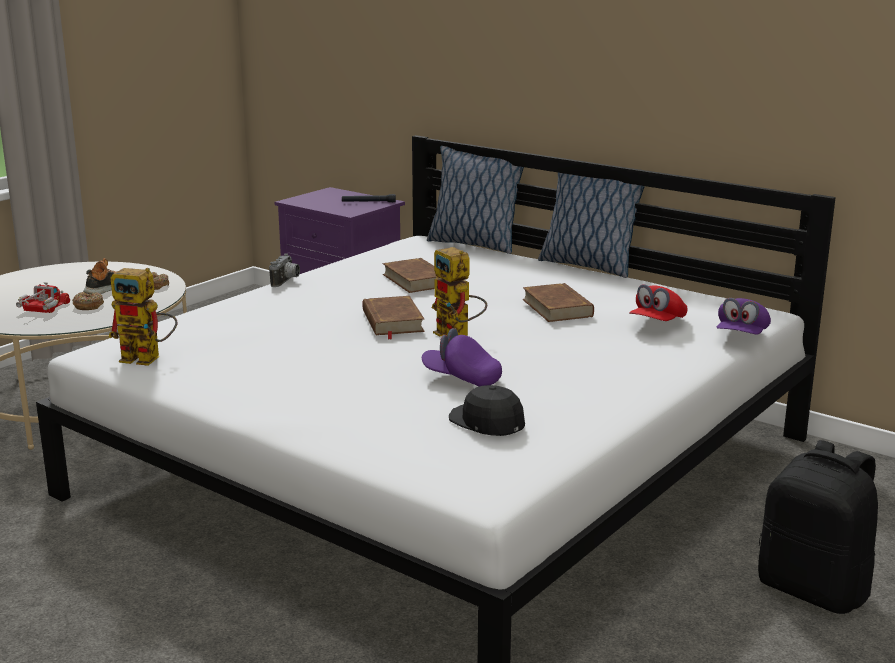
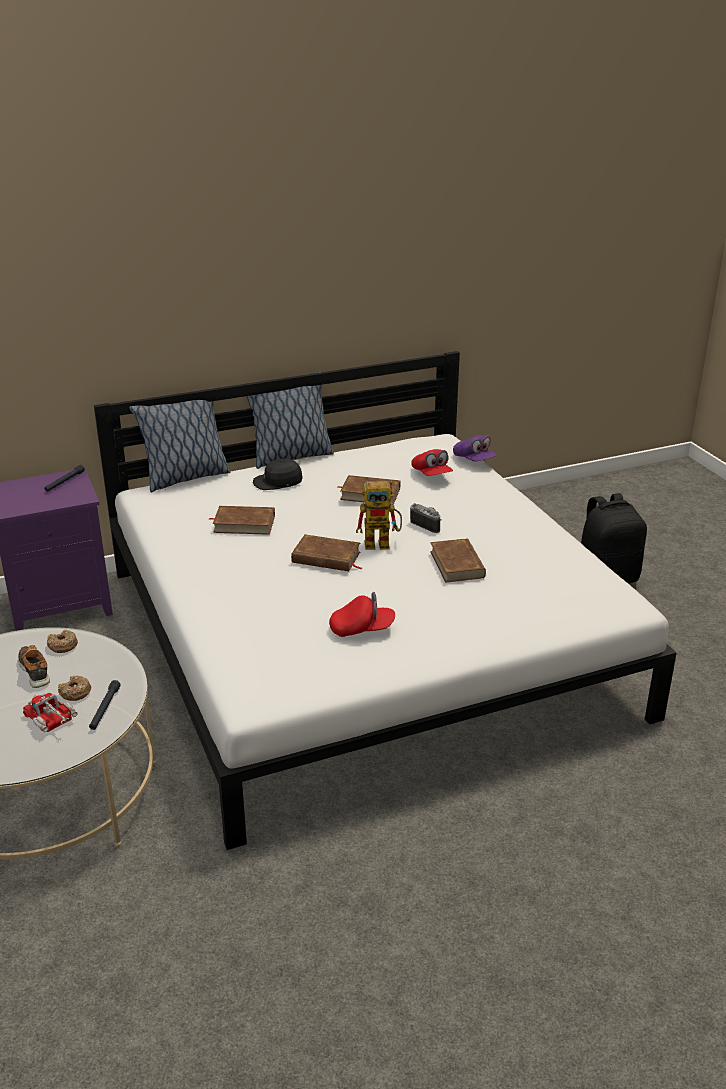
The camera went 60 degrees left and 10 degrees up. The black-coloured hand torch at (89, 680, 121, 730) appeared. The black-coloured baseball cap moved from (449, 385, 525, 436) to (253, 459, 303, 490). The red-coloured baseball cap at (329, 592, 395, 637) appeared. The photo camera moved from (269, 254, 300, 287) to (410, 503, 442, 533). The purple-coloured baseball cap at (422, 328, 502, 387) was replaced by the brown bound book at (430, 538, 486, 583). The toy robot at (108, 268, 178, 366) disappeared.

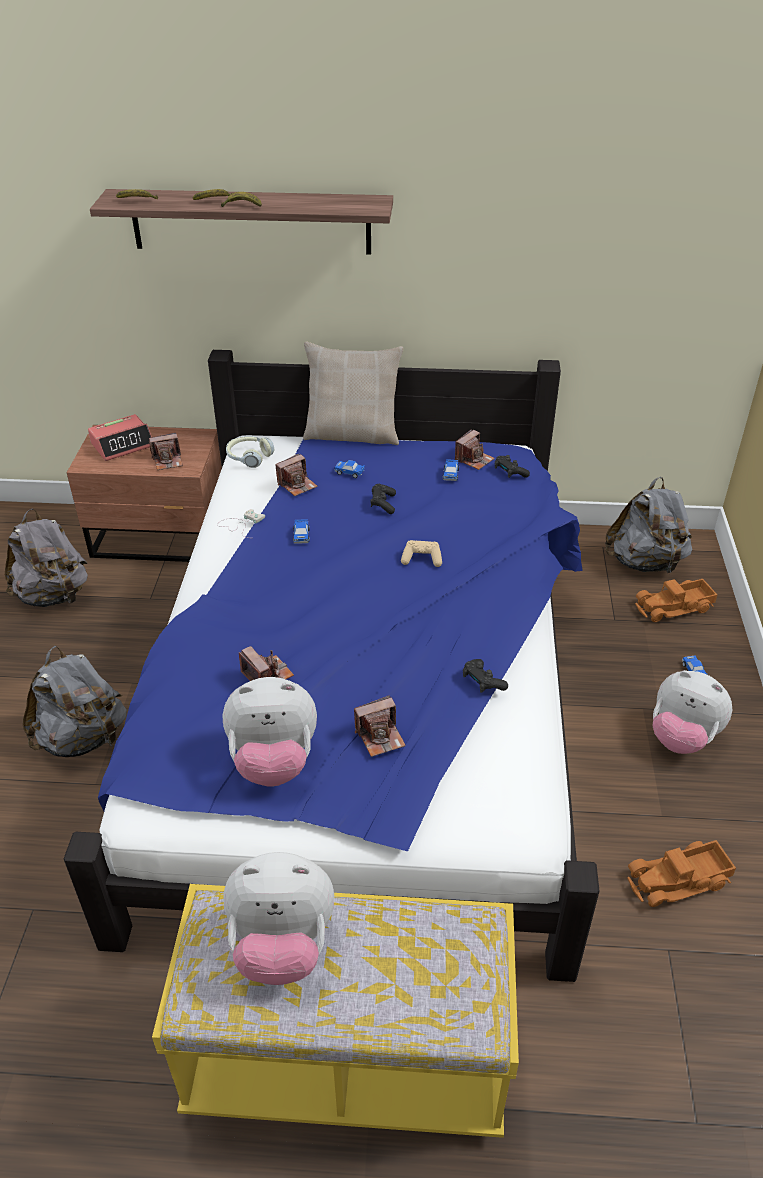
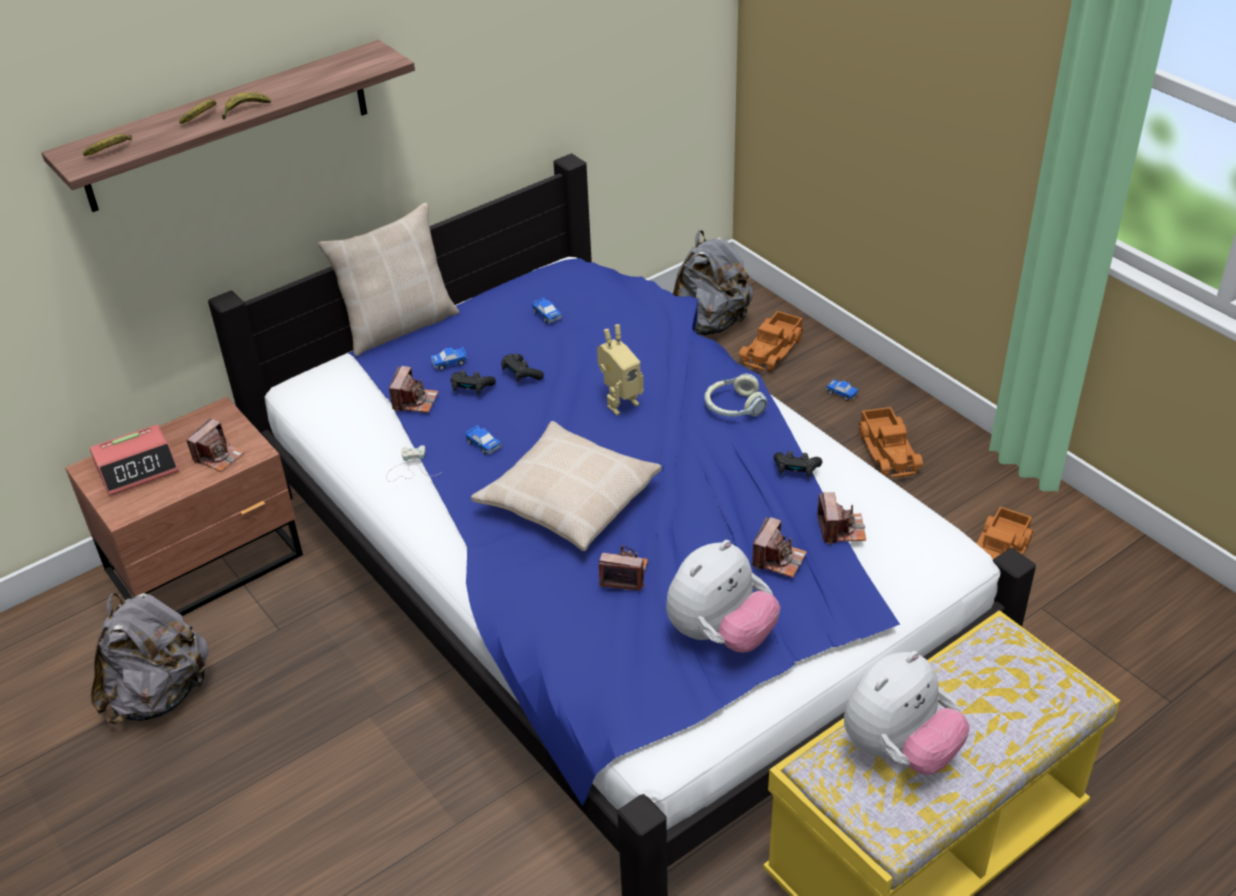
The camera went 40 degrees left and 0 degrees up. The table clock at (88, 414, 152, 461) turned 45 degrees clockwise. The black-coloured game controller moved from (495, 455, 530, 478) to (451, 370, 496, 395). The sand-coloured throw pillow at (471, 421, 662, 551) appeared. The sand-coloured game controller at (401, 540, 442, 567) was replaced by the toy robot at (597, 324, 644, 415). The headphones moved from (226, 436, 274, 468) to (704, 374, 767, 417). The photo camera moved from (455, 429, 495, 470) to (817, 492, 866, 545). The plush toy at (653, 670, 732, 754) was replaced by the toy truck at (857, 407, 923, 477). The gray backpack at (23, 646, 127, 757) disappeared.

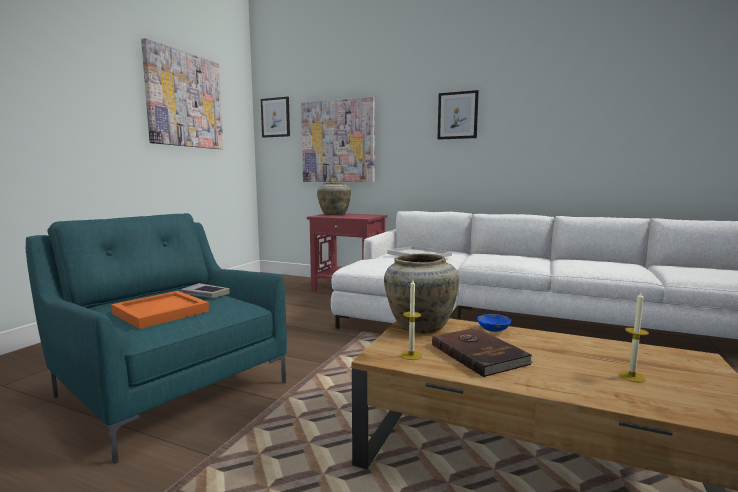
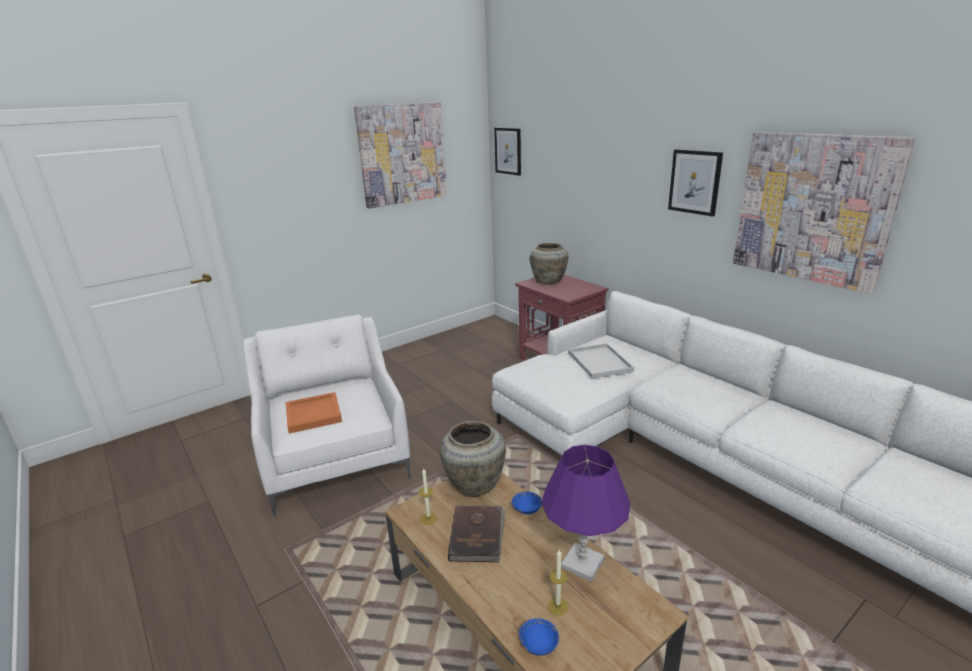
The camera went 30 degrees right and 15 degrees up. The turquoise-coloured lounge chair at (26, 213, 287, 464) became the white lounge chair at (244, 315, 411, 516). The blue-coloured bowl at (519, 618, 559, 656) appeared. The purple-coloured tabletop lamp at (541, 444, 630, 581) appeared. The picture moved from (301, 97, 375, 182) to (733, 132, 916, 294). The bound book at (181, 283, 230, 298) disappeared.

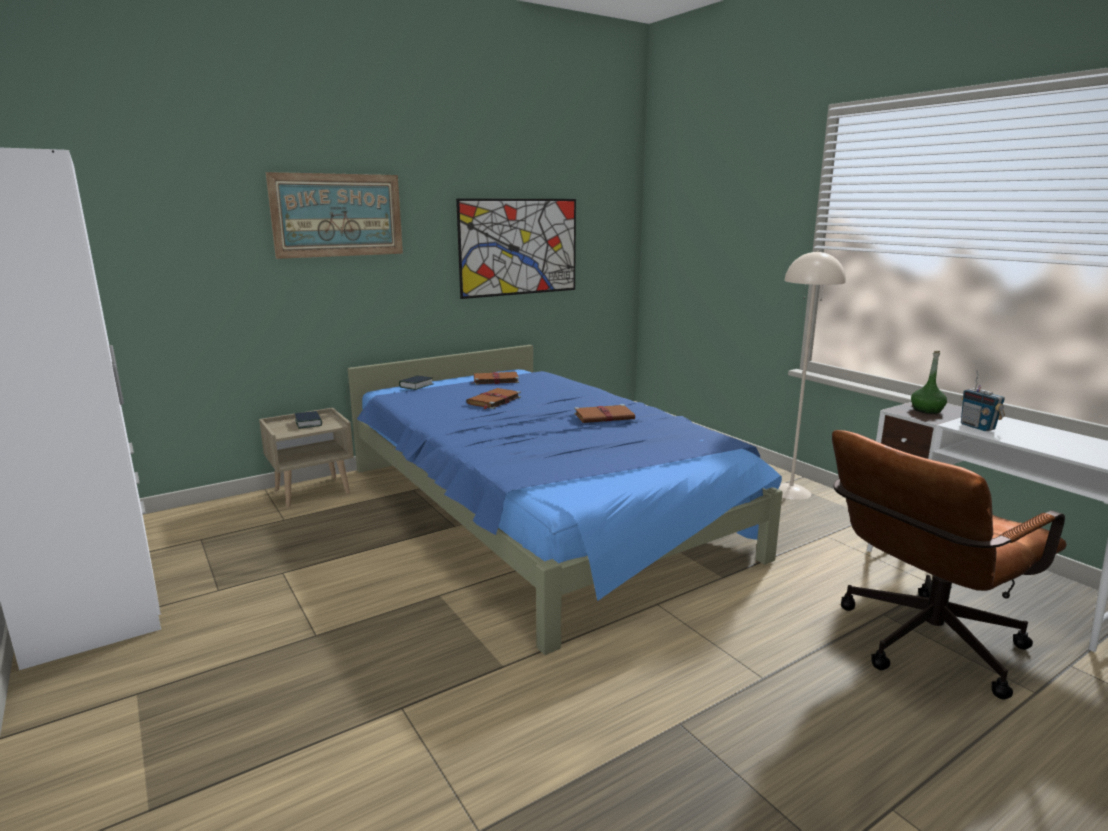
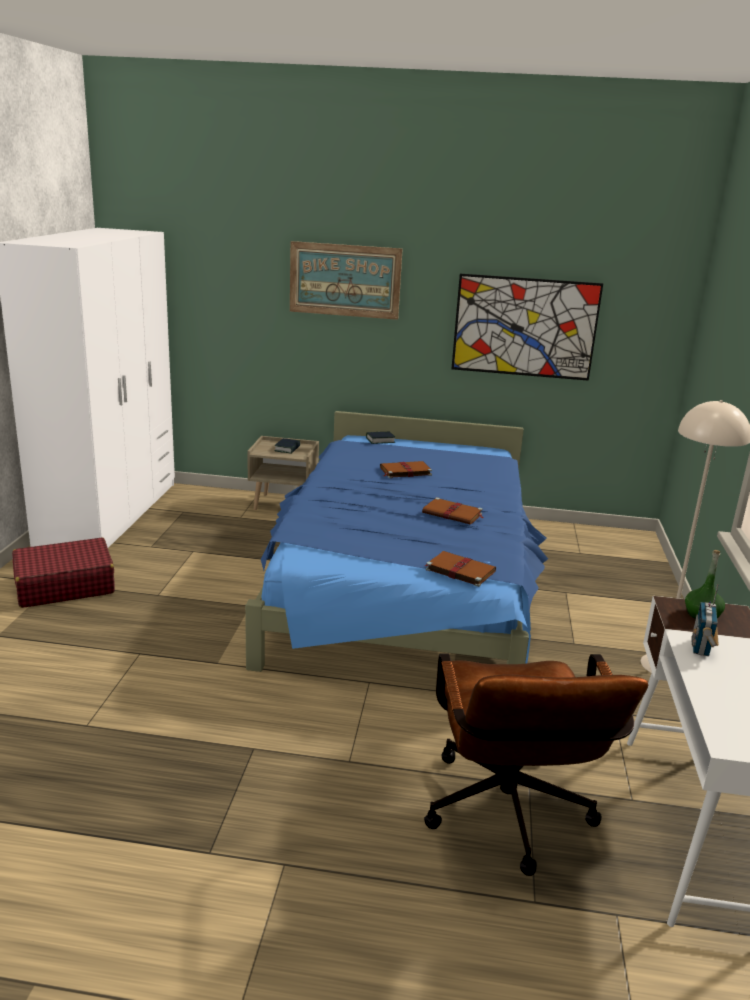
The camera went 40 degrees right and 5 degrees up. The red-coloured travel case at (12, 537, 115, 608) appeared. The brown bound book moved from (471, 372, 519, 385) to (424, 551, 496, 587). The brown office chair at (832, 430, 1067, 699) turned 105 degrees counterclockwise.

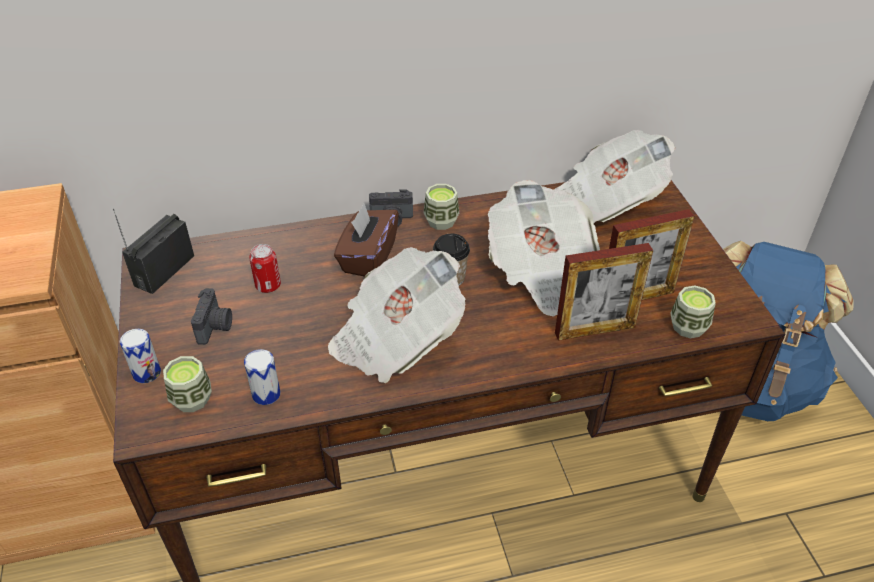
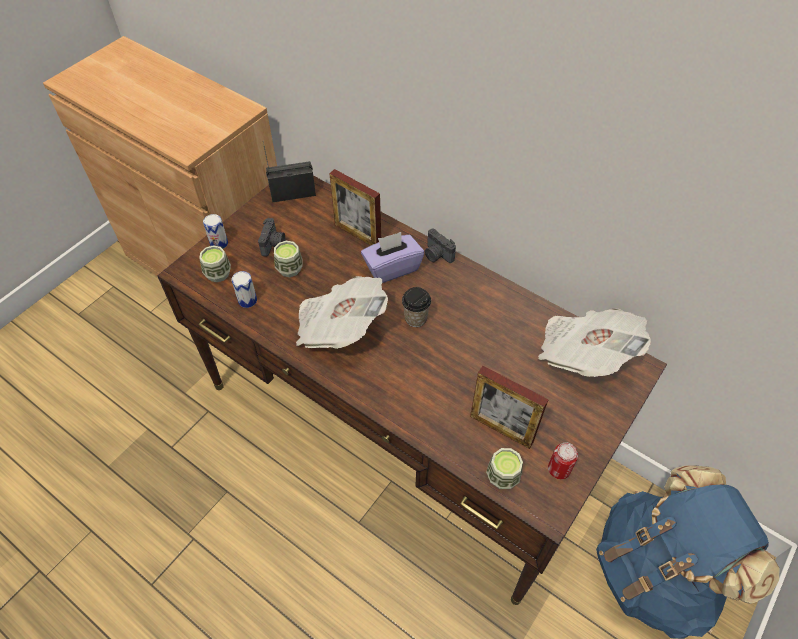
The camera went 50 degrees right and 10 degrees up. The photo camera at (191, 288, 232, 345) turned 45 degrees counterclockwise. The small cup moved from (423, 184, 459, 230) to (274, 241, 303, 277). The standing frame moved from (555, 243, 653, 341) to (329, 169, 381, 246). The brown box of tissues at (334, 204, 399, 276) became the purple-coloured box of tissues at (361, 232, 424, 283). The can moved from (249, 244, 281, 293) to (548, 443, 578, 479). The printed paper at (488, 180, 600, 317) disappeared.

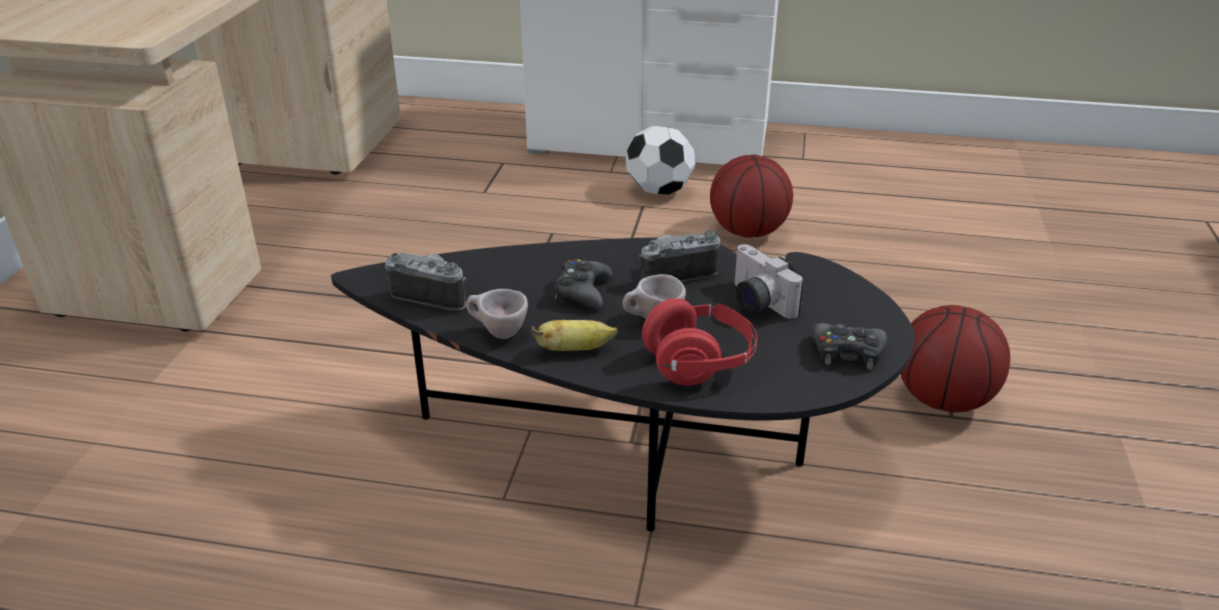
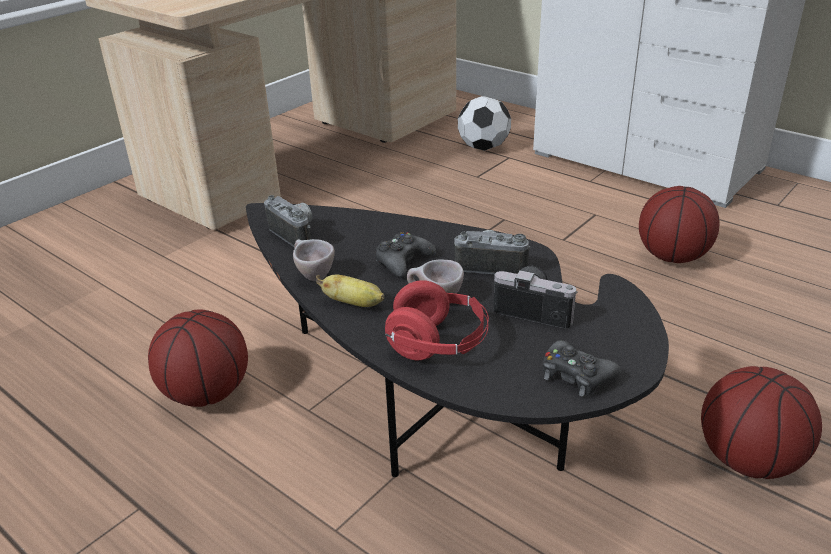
The camera went 30 degrees right and 0 degrees up. The basketball at (148, 310, 248, 407) appeared. The football moved from (626, 125, 696, 195) to (458, 96, 511, 151). The photo camera at (735, 244, 804, 319) turned 120 degrees clockwise.

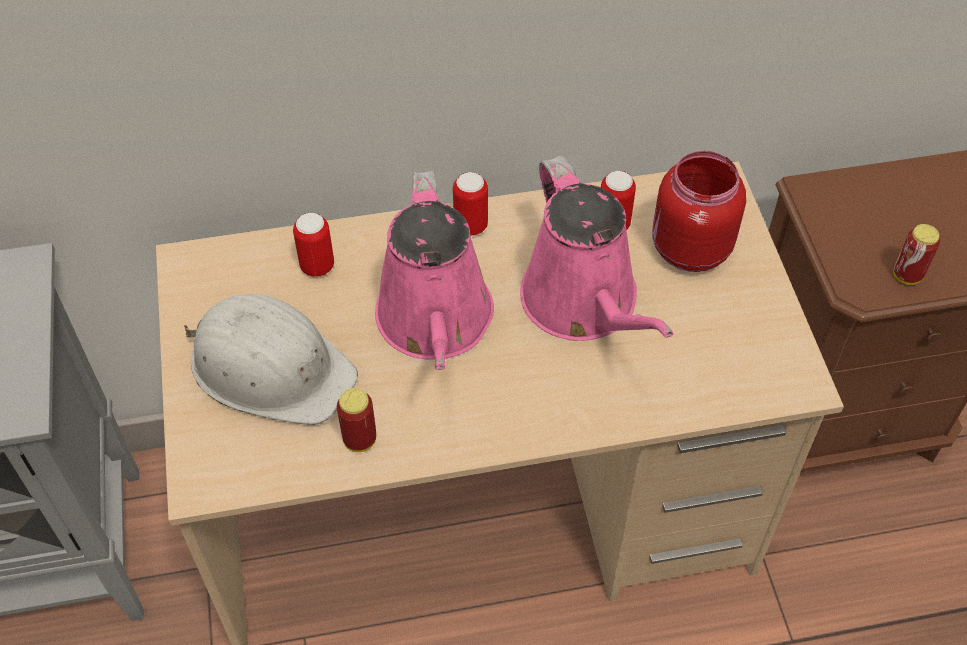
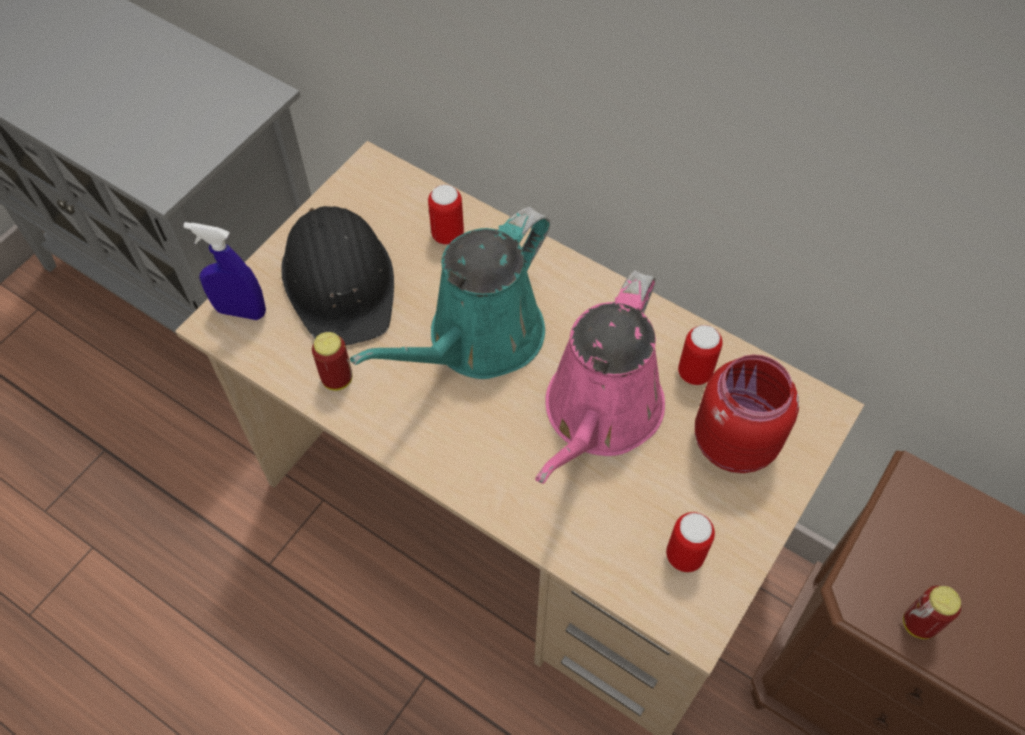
The camera went 45 degrees right and 5 degrees up. The blue-coloured hand sprayer at (184, 222, 266, 320) appeared. The white work helmet at (184, 294, 358, 425) became the black-coloured work helmet at (281, 206, 394, 345). The pink watering pot at (375, 171, 494, 370) became the turquoise-coloured watering pot at (350, 207, 550, 379). The can moved from (453, 172, 488, 236) to (666, 512, 715, 572).

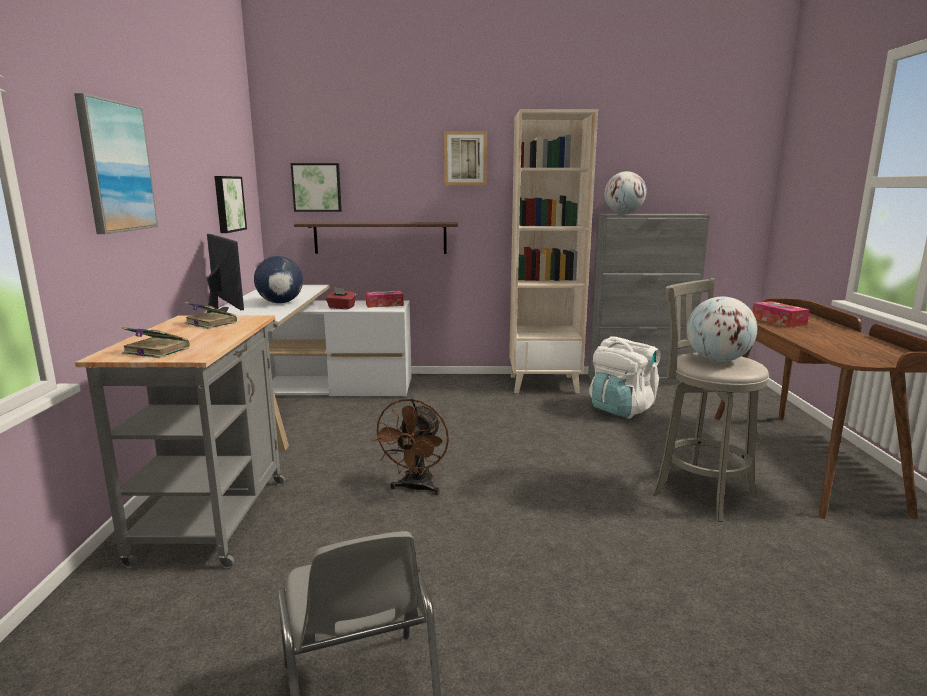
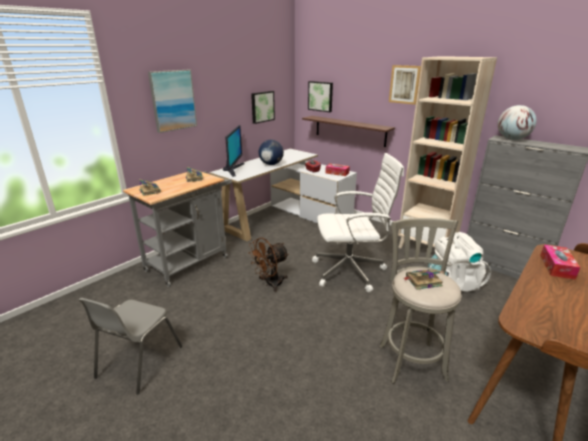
The camera went 40 degrees right and 10 degrees up. The white office chair at (312, 153, 404, 292) appeared. The globe at (687, 297, 757, 362) was replaced by the bound book at (403, 269, 444, 290).

